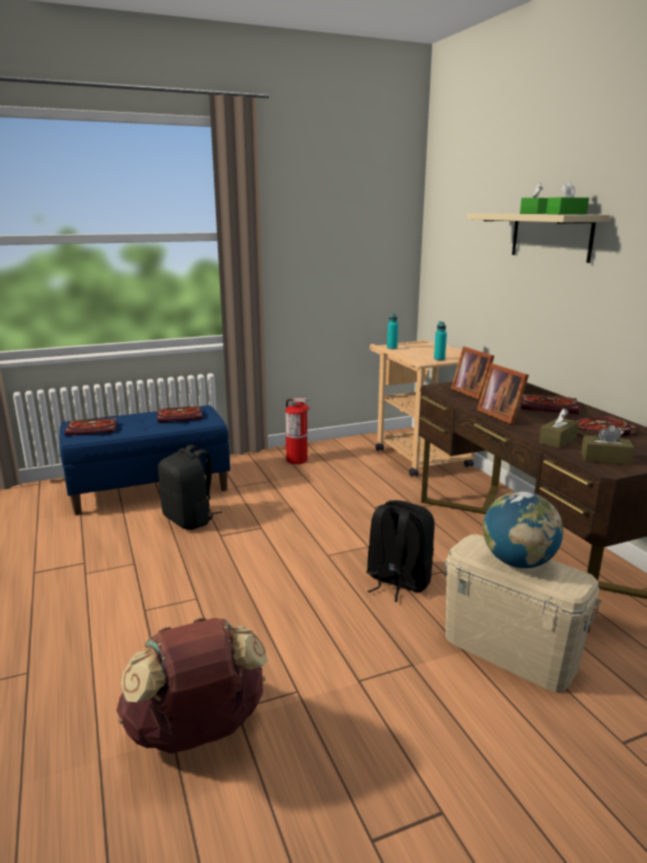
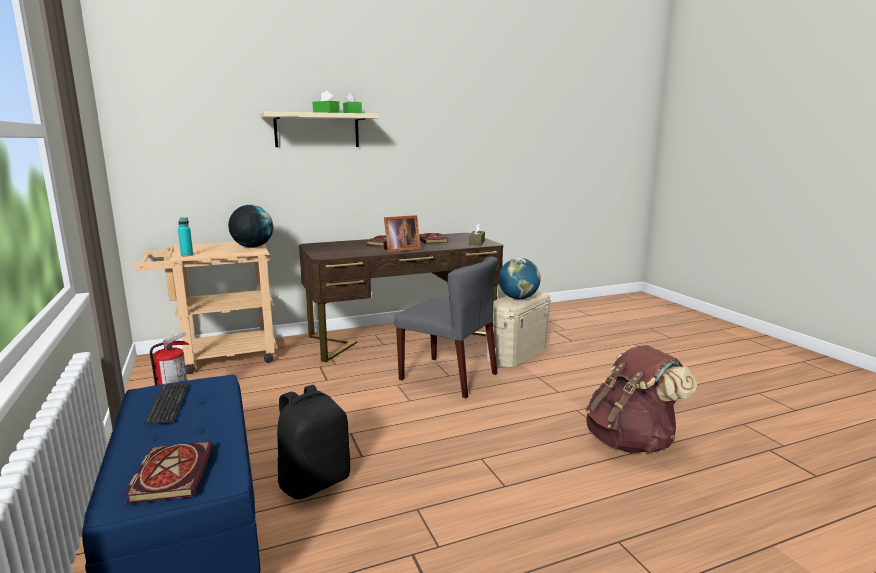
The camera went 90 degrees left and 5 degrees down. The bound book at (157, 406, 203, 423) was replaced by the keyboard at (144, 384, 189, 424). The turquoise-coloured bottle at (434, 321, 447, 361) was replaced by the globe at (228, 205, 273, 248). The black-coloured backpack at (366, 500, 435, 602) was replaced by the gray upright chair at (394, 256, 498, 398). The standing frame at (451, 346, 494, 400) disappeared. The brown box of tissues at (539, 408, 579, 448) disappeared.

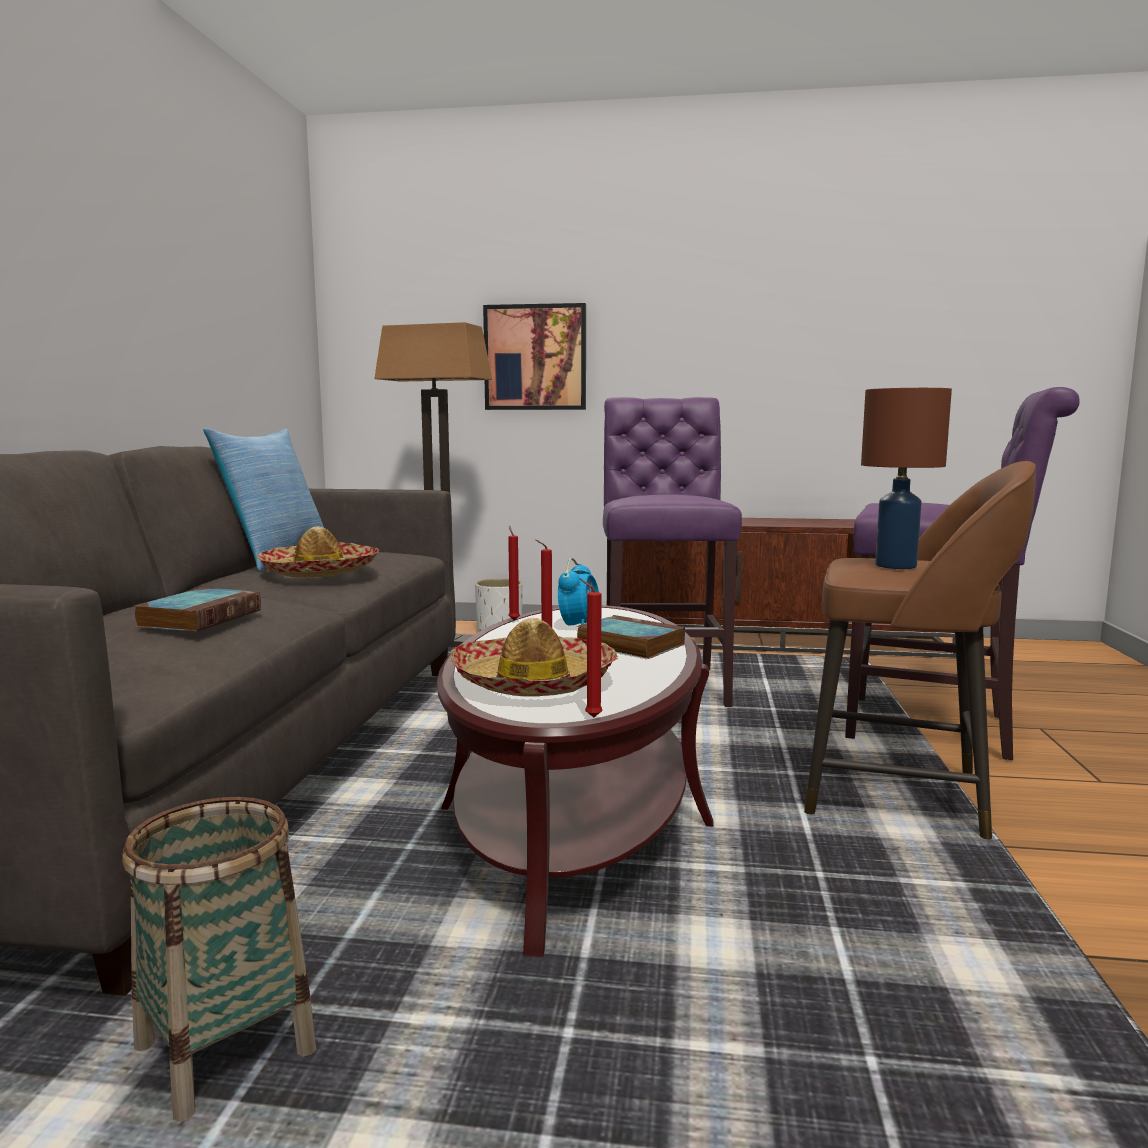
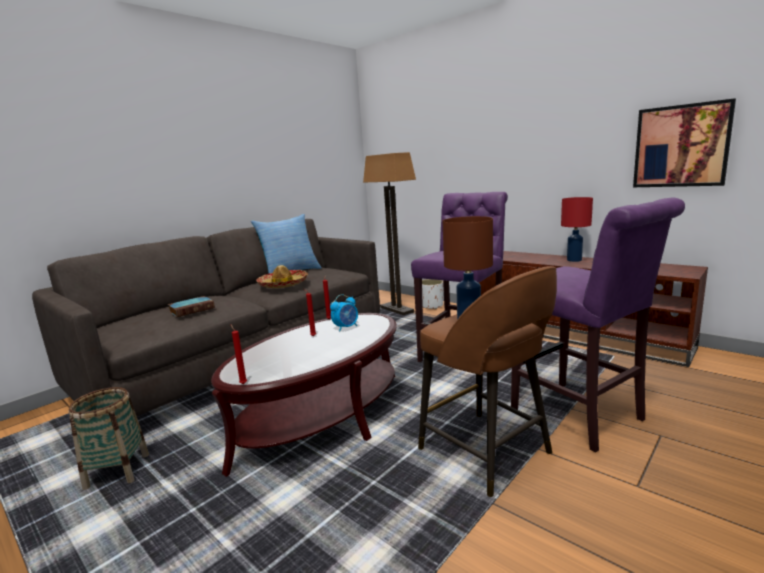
The camera went 35 degrees right and 5 degrees up. The red-coloured tabletop lamp at (561, 197, 593, 262) appeared. The picture moved from (483, 303, 586, 410) to (633, 98, 736, 187). The wearable hat at (450, 618, 618, 696) disappeared. The bound book at (576, 615, 685, 659) disappeared.

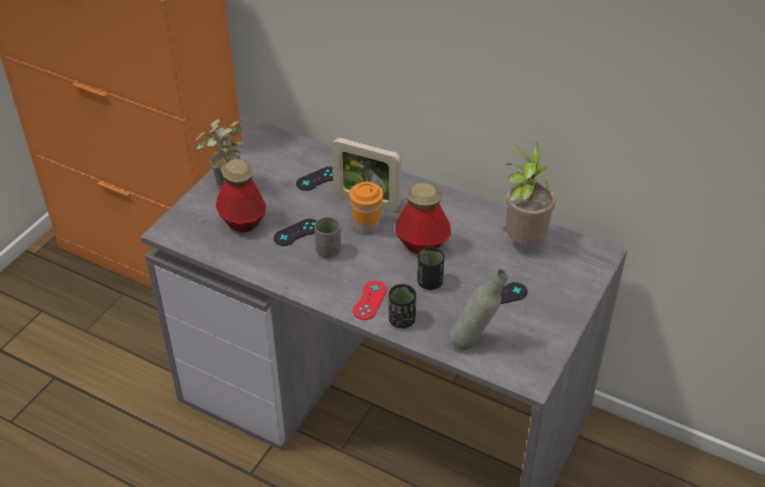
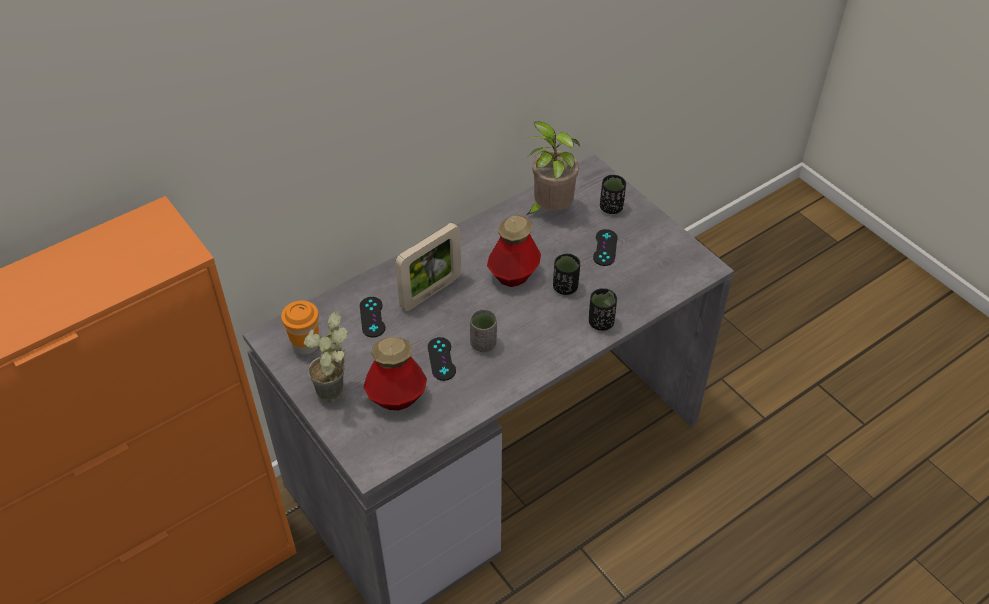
The camera went 65 degrees left and 5 degrees up. The orange small cup moved from (349, 182, 383, 234) to (281, 301, 319, 355). The black-coloured small cup at (600, 175, 626, 214) appeared. The red-coloured game controller at (353, 281, 387, 320) disappeared. The gray bottle at (449, 269, 508, 350) disappeared.

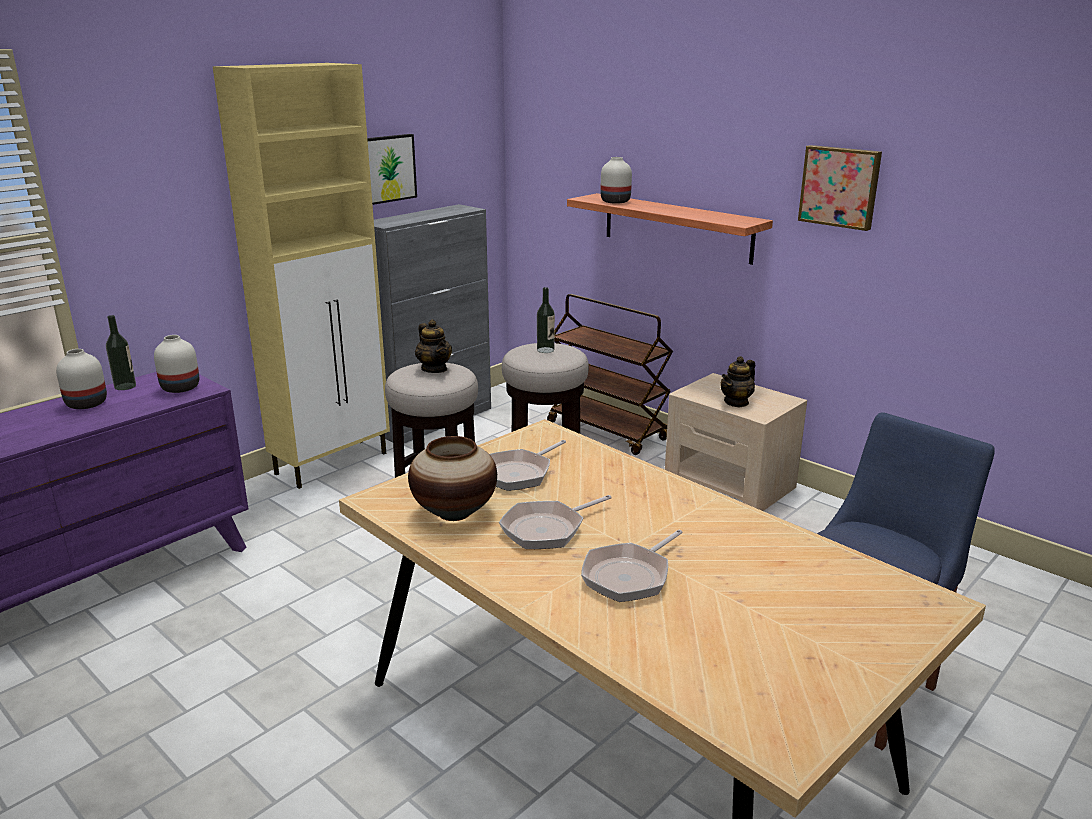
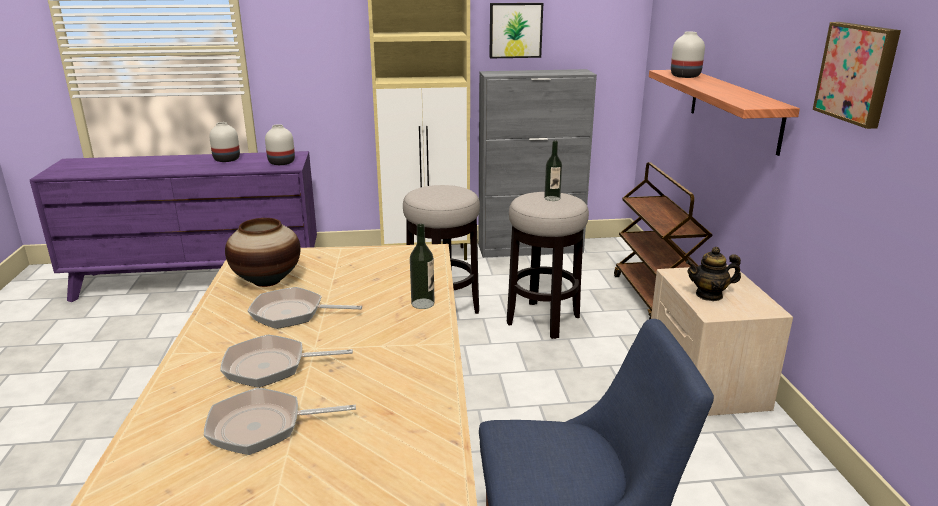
The camera went 40 degrees right and 0 degrees up. The skillet moved from (489, 440, 566, 491) to (204, 388, 356, 455). The bottle moved from (106, 315, 136, 390) to (410, 224, 435, 309). The teapot at (415, 319, 452, 373) disappeared.

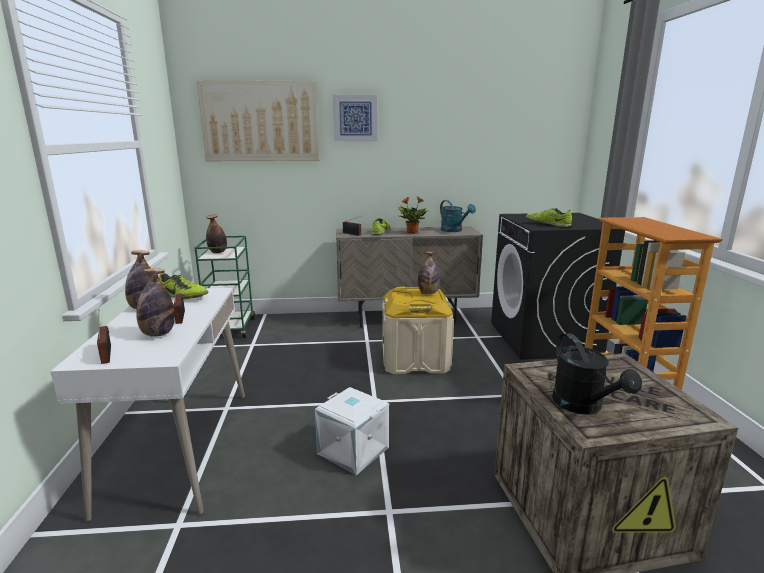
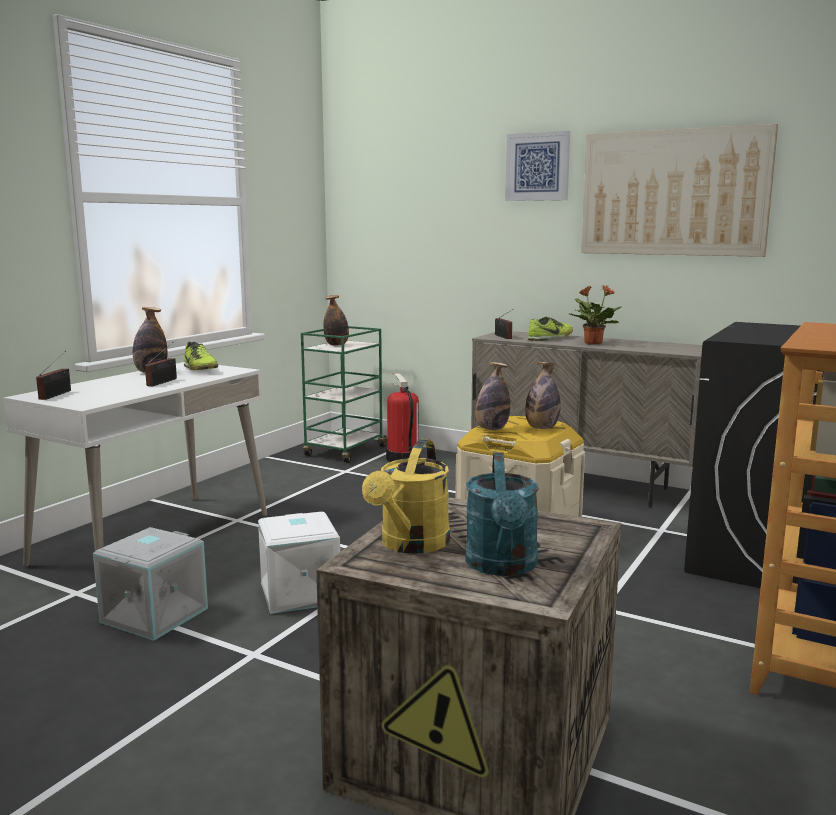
The camera went 35 degrees right and 5 degrees down. The gray storage bin at (93, 527, 208, 641) appeared. The black-coloured watering pot at (552, 333, 642, 415) became the yellowish watering pot at (362, 439, 450, 554). The fire-fighting cylinder at (386, 373, 420, 462) appeared. The turquoise-coloured watering pot moved from (440, 200, 476, 232) to (465, 452, 539, 576). The bottle moved from (137, 268, 175, 337) to (475, 362, 510, 430). The picture moved from (197, 80, 319, 161) to (581, 124, 778, 257). The item of footwear at (526, 208, 572, 227) disappeared.

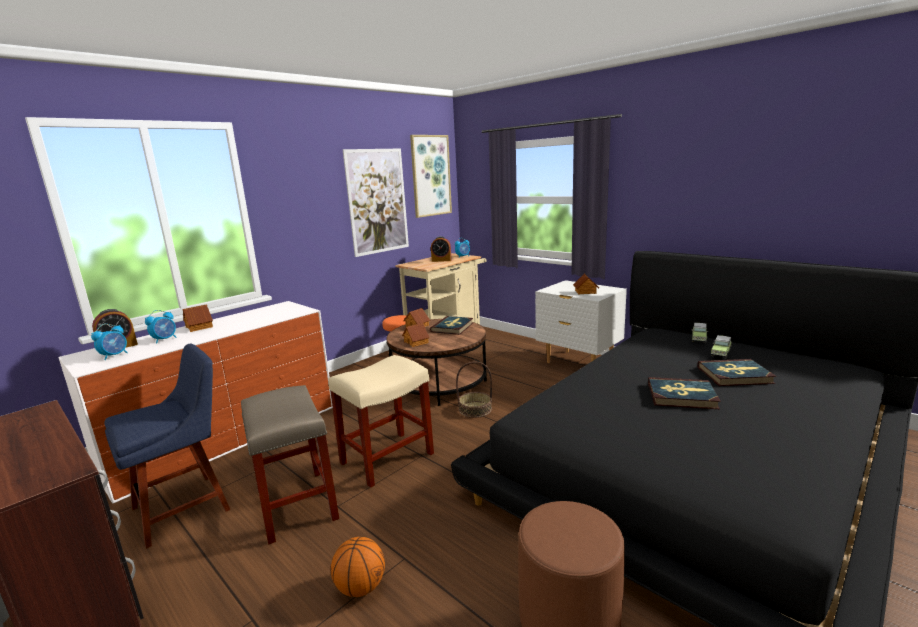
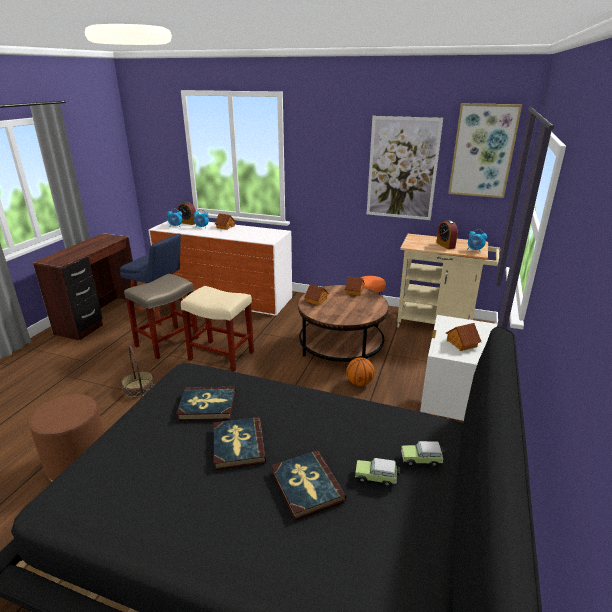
The camera went 65 degrees right and 10 degrees up. The storage basket moved from (456, 362, 492, 418) to (121, 346, 155, 398). The bound book moved from (430, 316, 473, 335) to (176, 387, 236, 421). The basketball moved from (331, 537, 385, 597) to (346, 357, 375, 386).

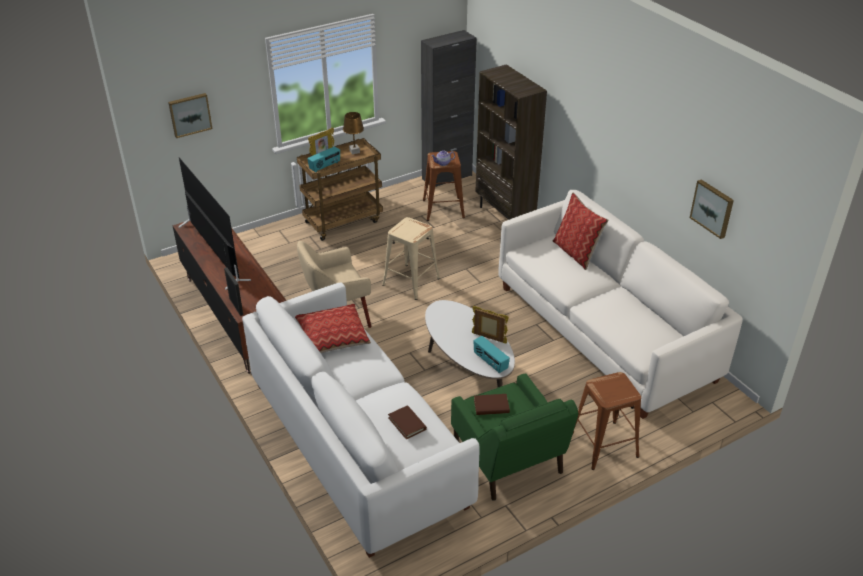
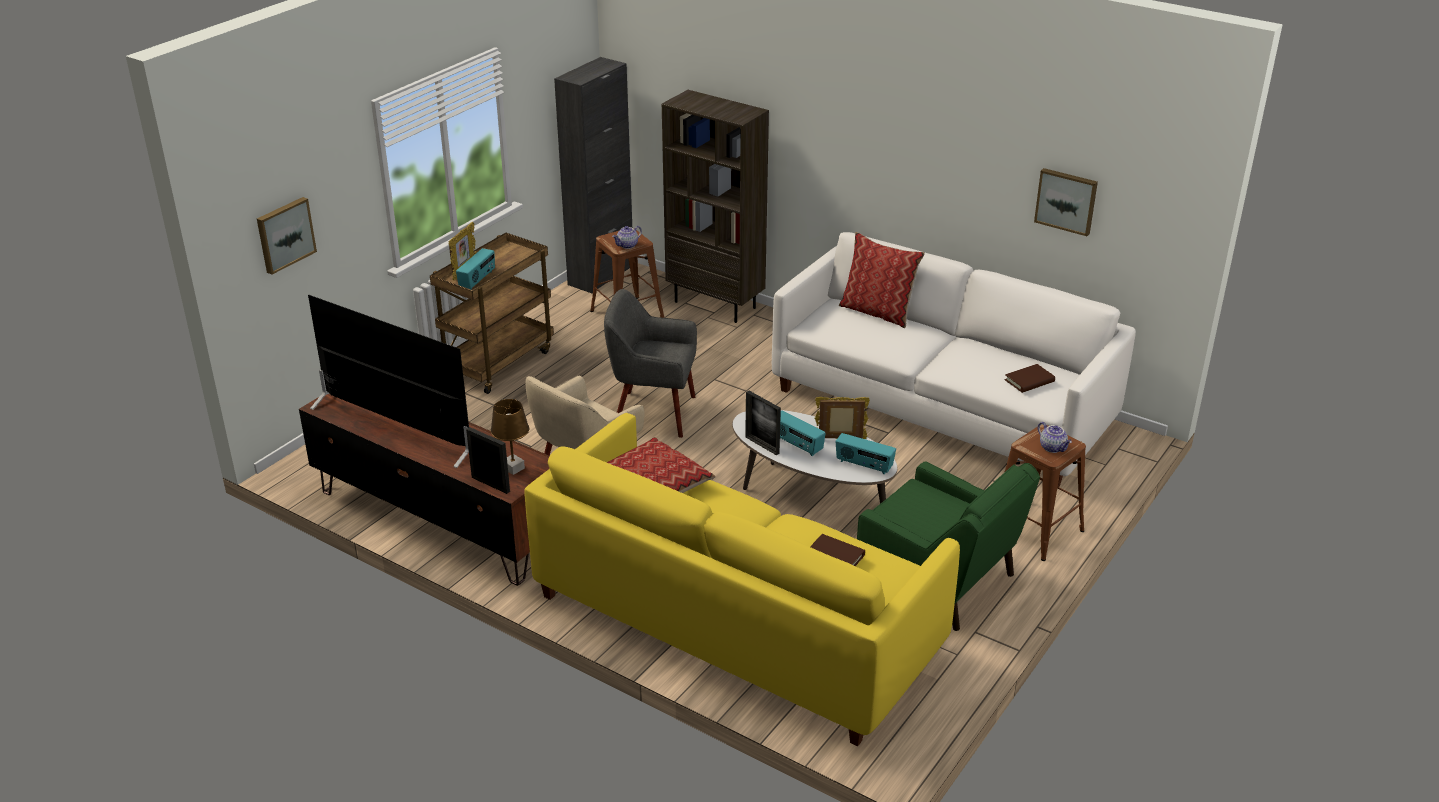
The camera went 25 degrees left and 5 degrees down. The brown tabletop lamp moved from (343, 112, 364, 154) to (490, 399, 529, 475). The white sofa at (242, 282, 480, 558) became the yellowish sofa at (524, 413, 960, 746). The sand-coloured stool seat at (382, 217, 440, 300) was replaced by the gray lounge chair at (604, 289, 697, 438). The standing frame at (745, 391, 781, 455) appeared. The radio at (780, 411, 826, 456) appeared. The brown bound book moved from (474, 394, 510, 415) to (1005, 364, 1055, 393). The teapot at (1038, 422, 1072, 453) appeared.

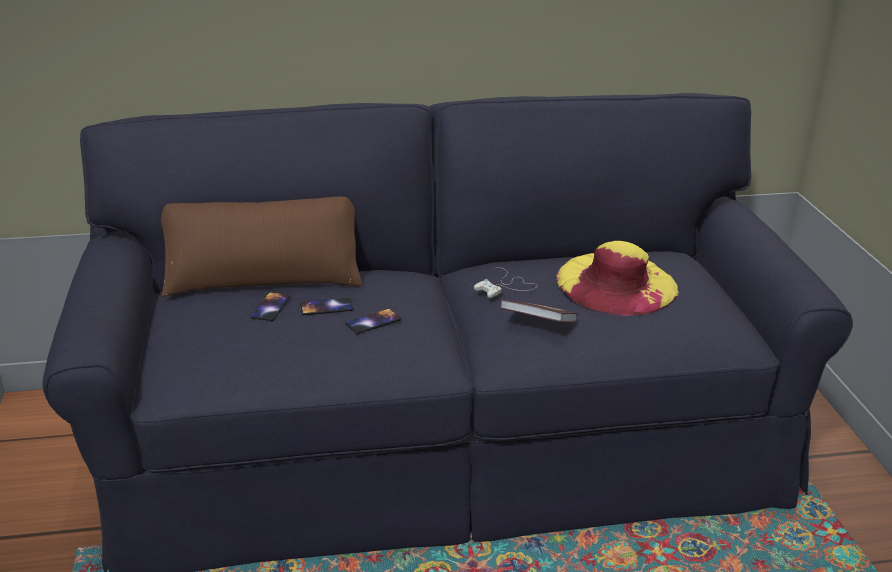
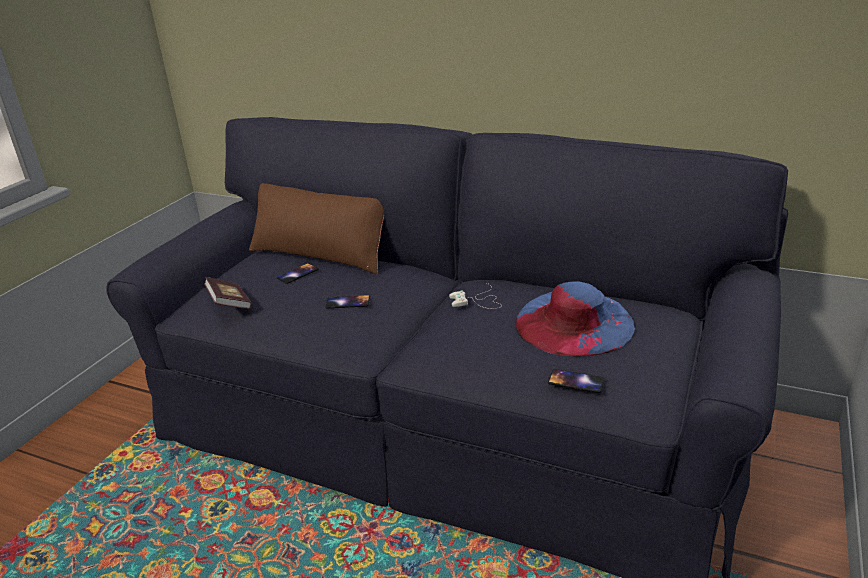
The camera went 35 degrees right and 0 degrees up. The bound book moved from (500, 299, 578, 323) to (204, 277, 251, 309). The yellowish wearable hat at (556, 241, 678, 316) became the blue-coloured wearable hat at (516, 281, 635, 357). The handset moved from (300, 298, 353, 315) to (548, 369, 605, 393).

